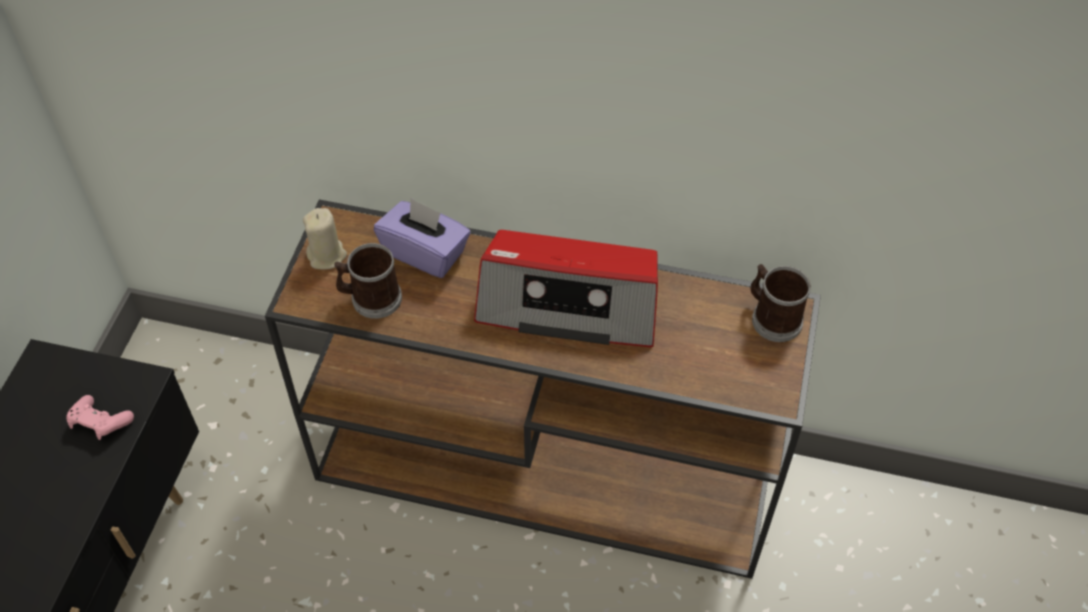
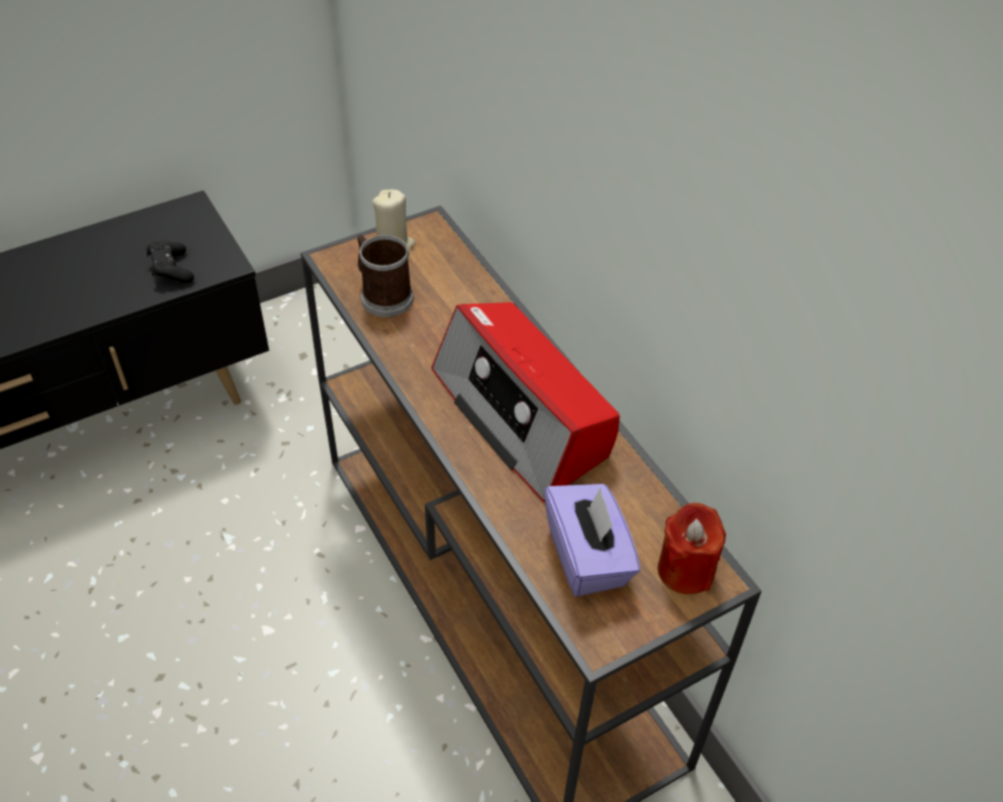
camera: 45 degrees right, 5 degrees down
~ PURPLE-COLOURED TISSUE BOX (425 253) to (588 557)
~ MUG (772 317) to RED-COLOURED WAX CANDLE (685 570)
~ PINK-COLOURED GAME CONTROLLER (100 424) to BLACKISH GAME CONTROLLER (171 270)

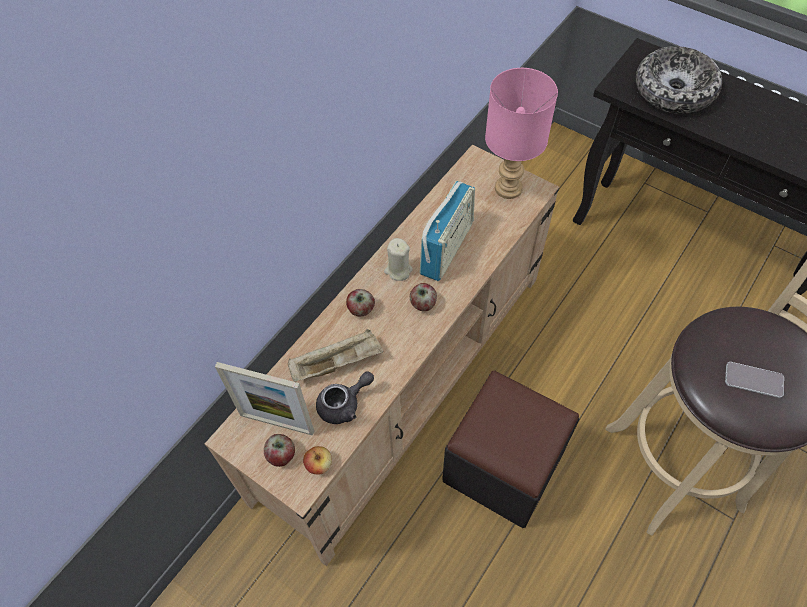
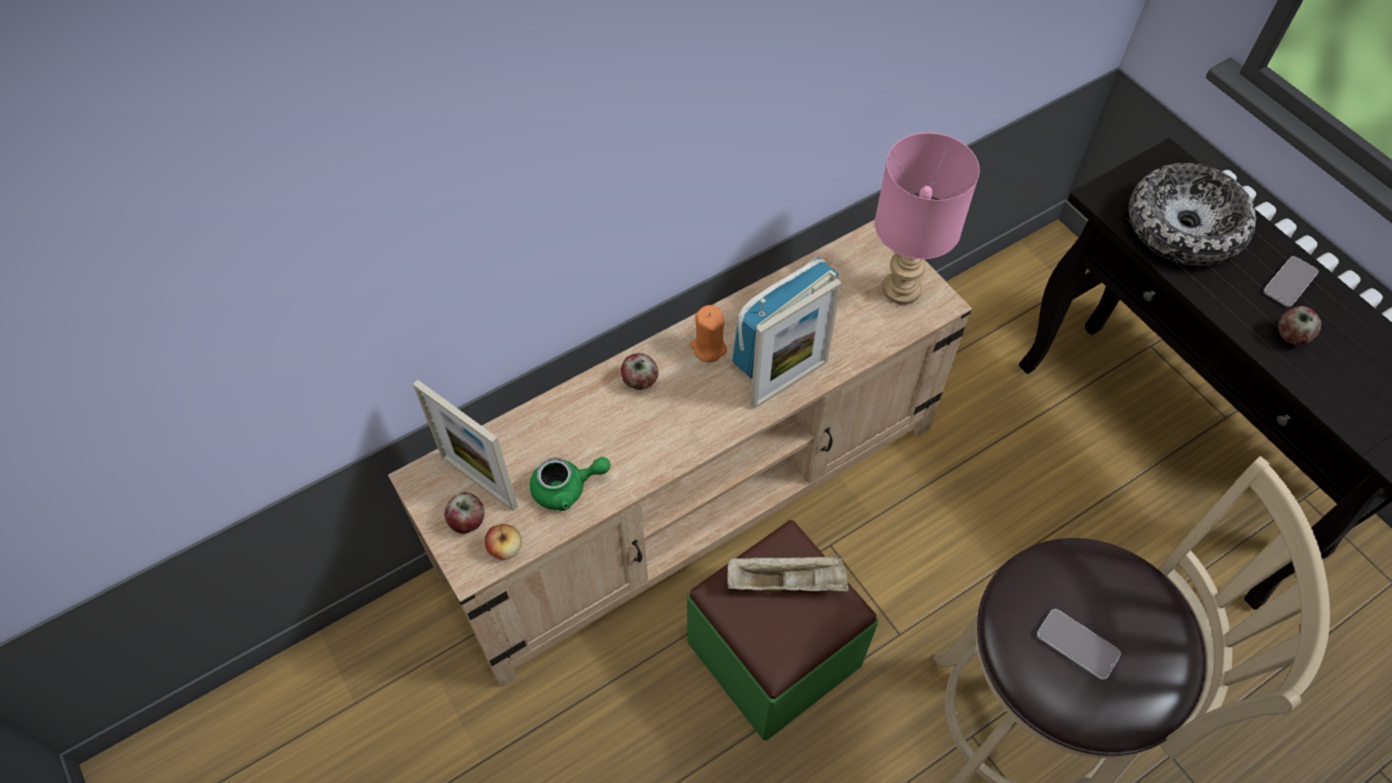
camera: 20 degrees right, 0 degrees up
~ SAND-COLOURED WAX CANDLE (398 270) to ORANGEY WAX CANDLE (708 348)
~ APPLE FRUIT (423 304) to (1291 336)
~ SAND-COLOURED CARRYING TRAY (337 363) to (787 582)
~ BLACKISH OTTOMAN (503 466) to GREEN-COLOURED OTTOMAN (774 653)
~ GREYISH TEA POT (344 404) to GREEN-COLOURED TEA POT (567 488)
+ PHONE (1290 282)
+ STANDING FRAME (789 383)

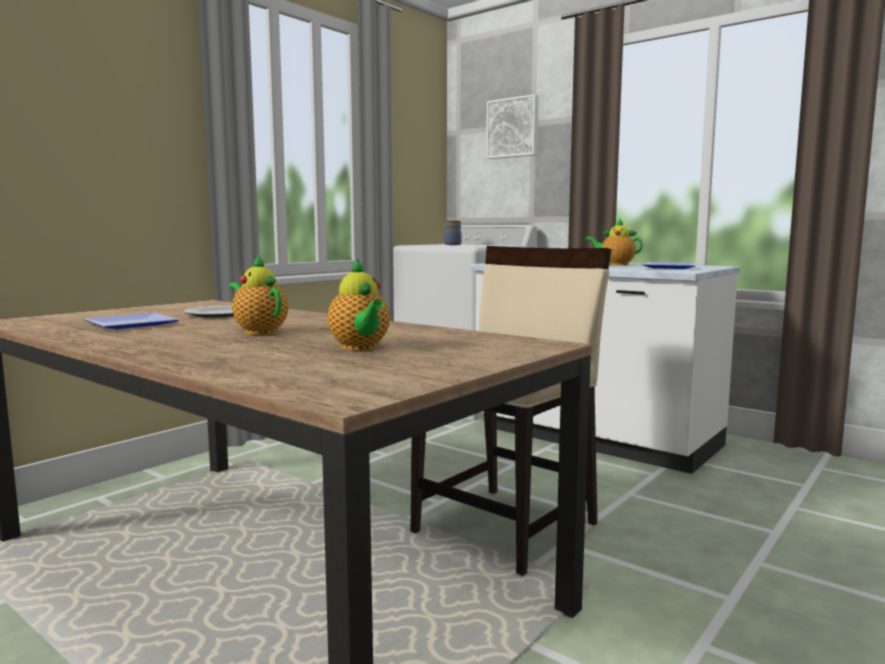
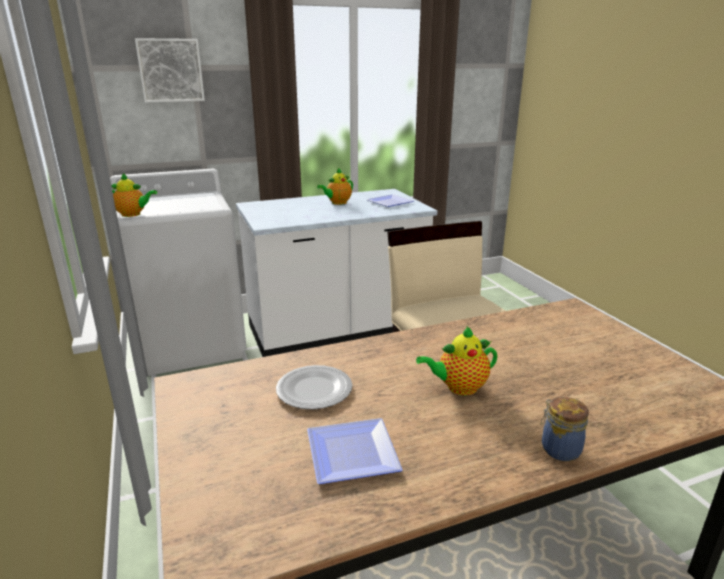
camera: 60 degrees left, 15 degrees up
~ STORAGE JAR (452 244) to (558 448)
~ TEA POT (360 348) to (133 214)

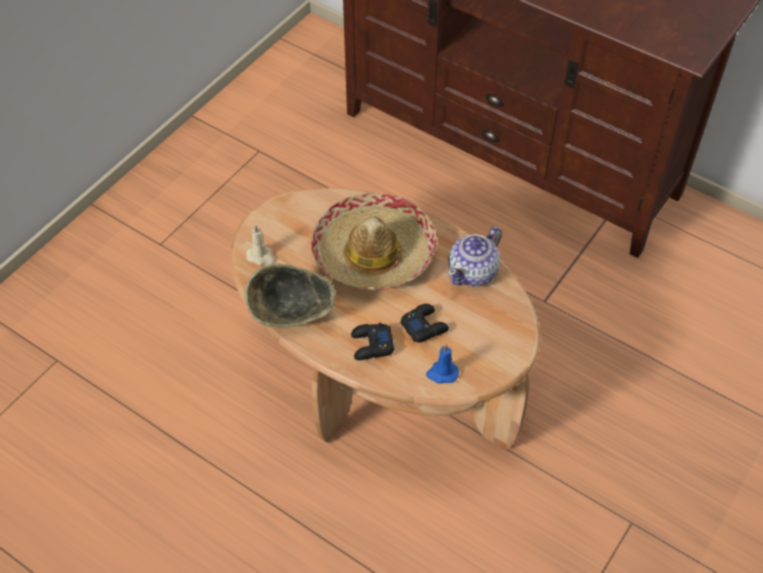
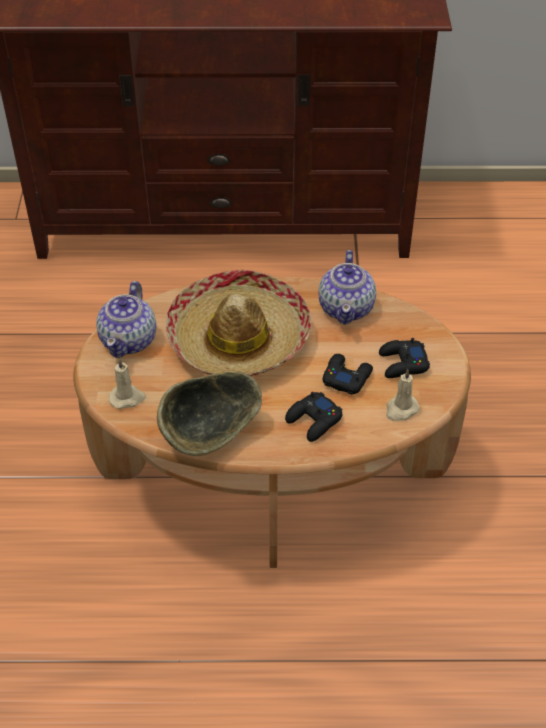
camera: 35 degrees left, 5 degrees down
~ BLUE WAX CANDLE (442 373) to SAND-COLOURED WAX CANDLE (401 409)
+ TEA POT (129 340)
+ BLACKISH GAME CONTROLLER (402 364)

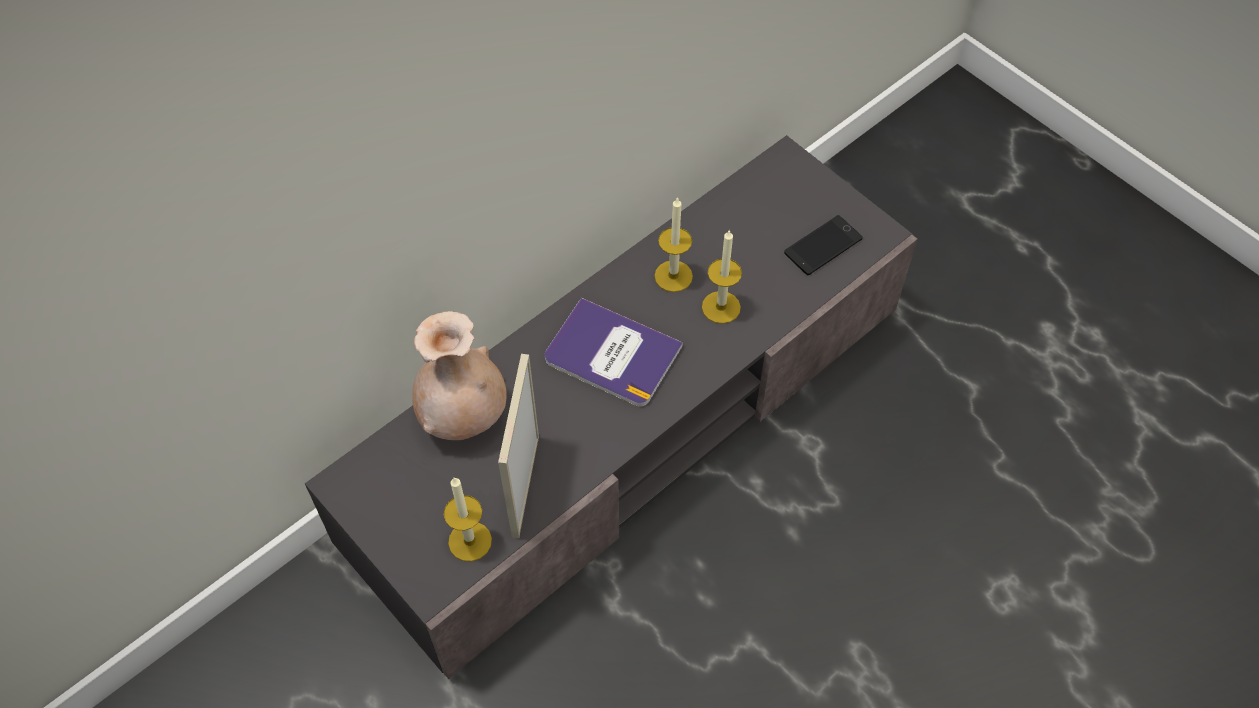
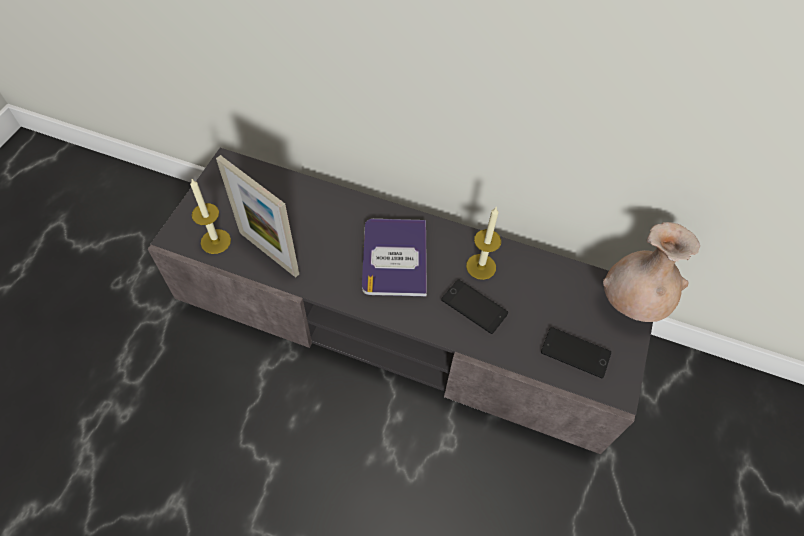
camera: 60 degrees right, 0 degrees up
~ WAX CANDLE (721 307) to PHONE (474 306)
~ SAND-COLOURED FLOWER VASE (463 415) to (631 303)
~ STANDING FRAME (525 486) = (269 253) 120 degrees counterclockwise

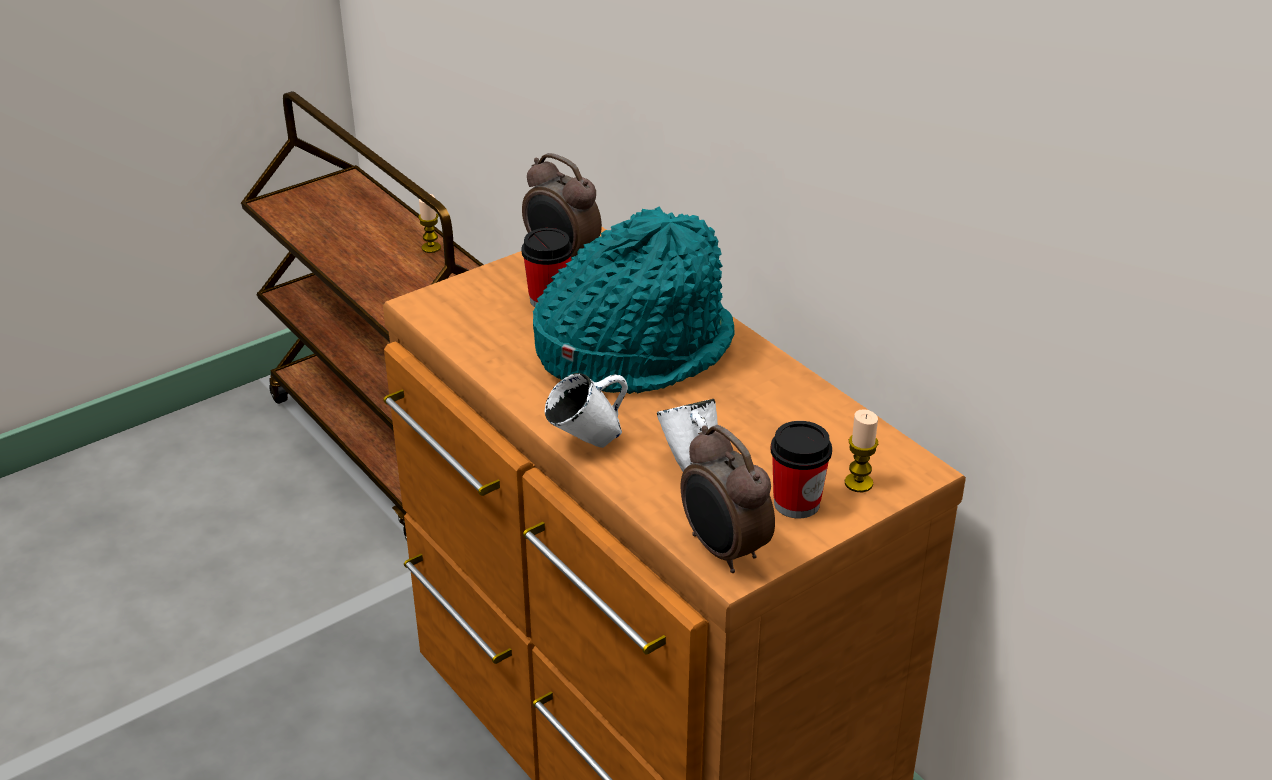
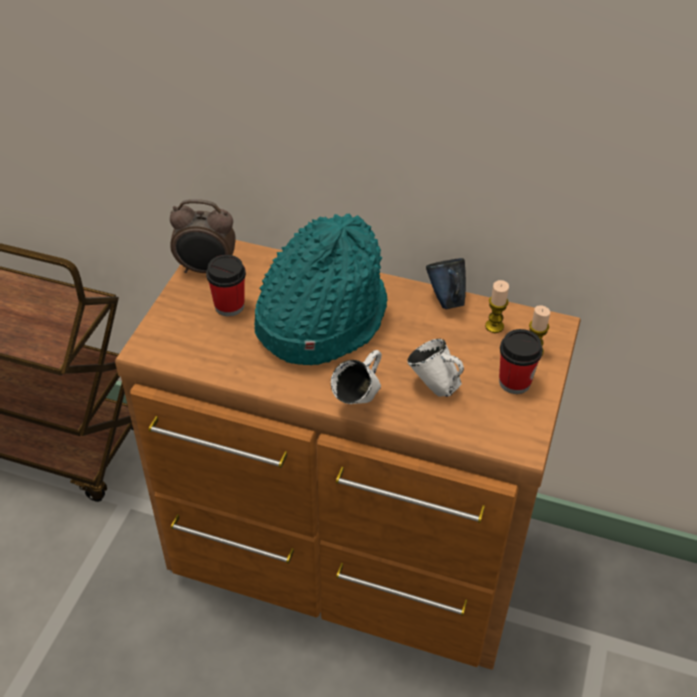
camera: 35 degrees left, 10 degrees up
~ WAX CANDLE (431 248) to (494 326)
- BEDSIDE CLOCK (723 551)
+ BLUE MUG (446 301)

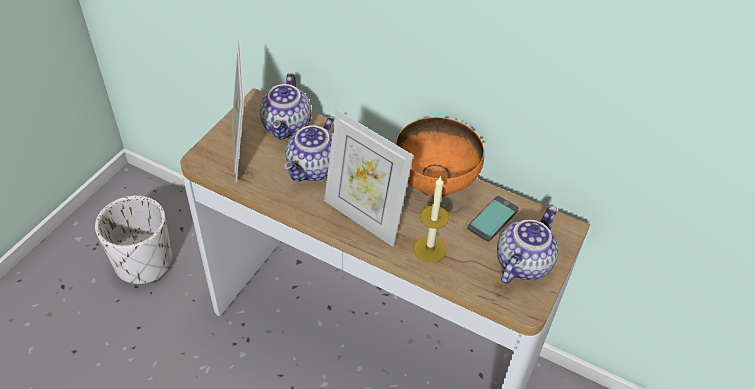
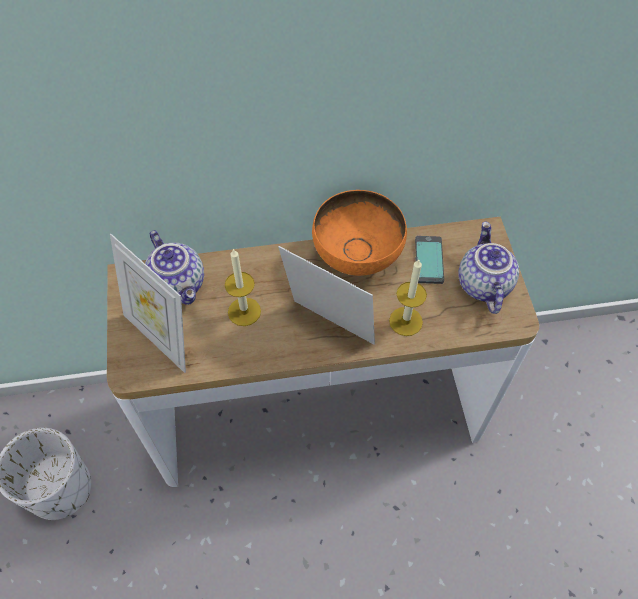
camera: 35 degrees left, 10 degrees up
~ STANDING FRAME (364 217) = (328 329) 150 degrees counterclockwise
~ TEA POT (314 169) to WAX CANDLE (244 311)

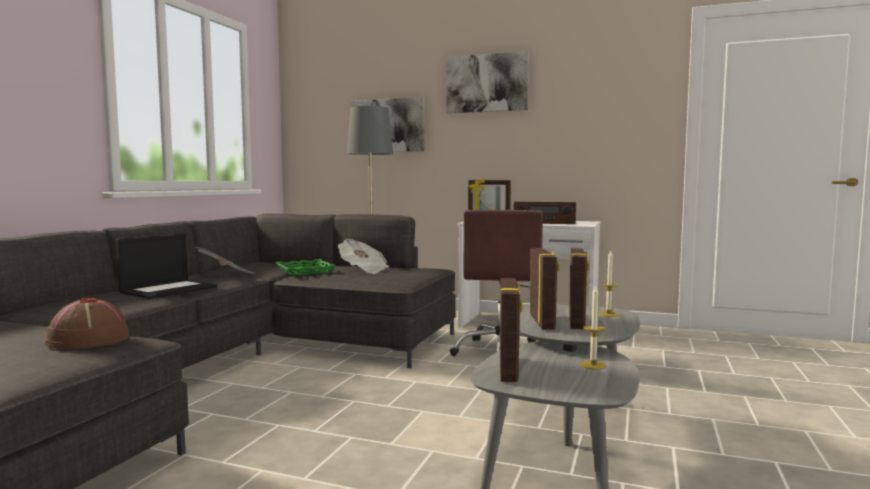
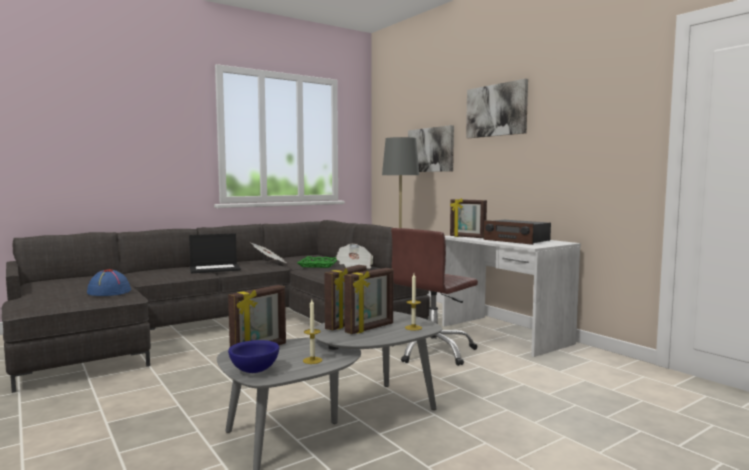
camera: 35 degrees right, 0 degrees up
~ BROWN WEARABLE HAT (88 340) to BLUE WEARABLE HAT (108 292)
+ BLUE DEEP DISH (255 371)

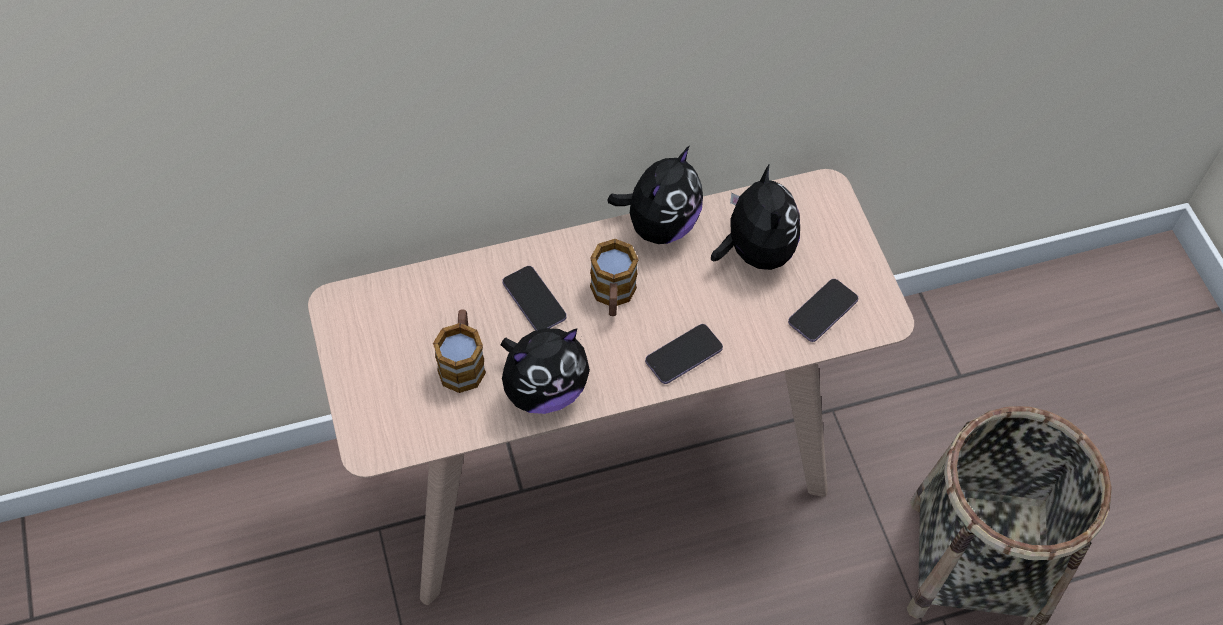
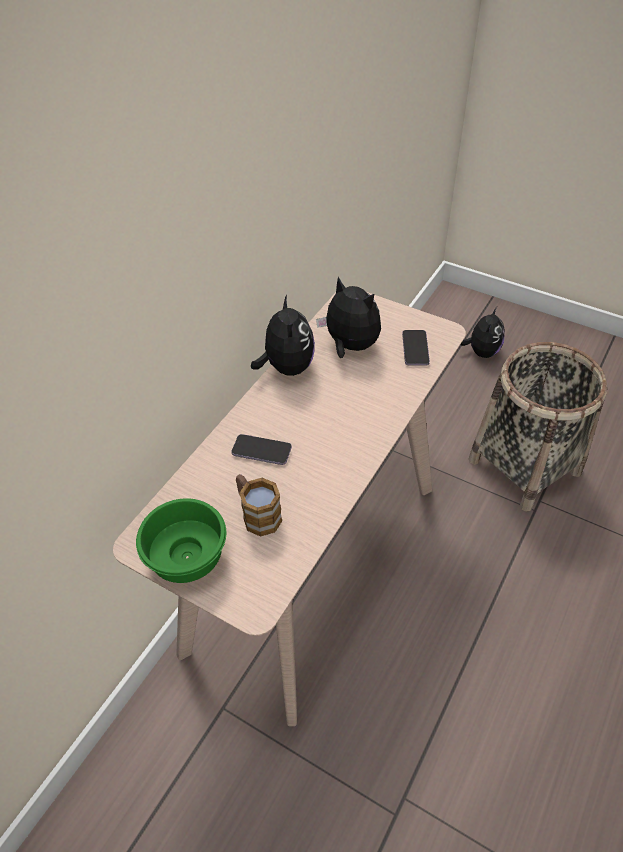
camera: 40 degrees left, 10 degrees down
- MUG (613 296)
- PHONE (683 355)
~ CUDDLY TOY (544 390) to (481 352)
+ GREEN-COLOURED DEEP DISH (190 558)

